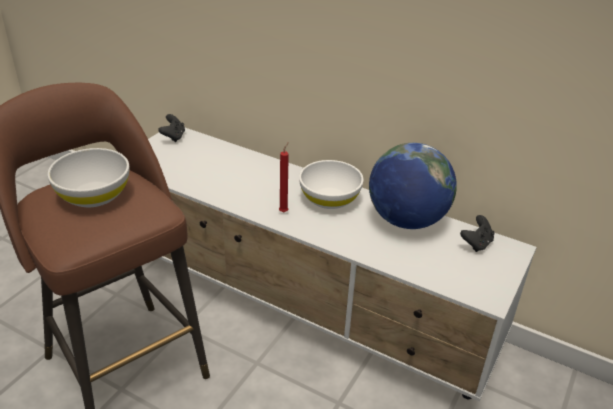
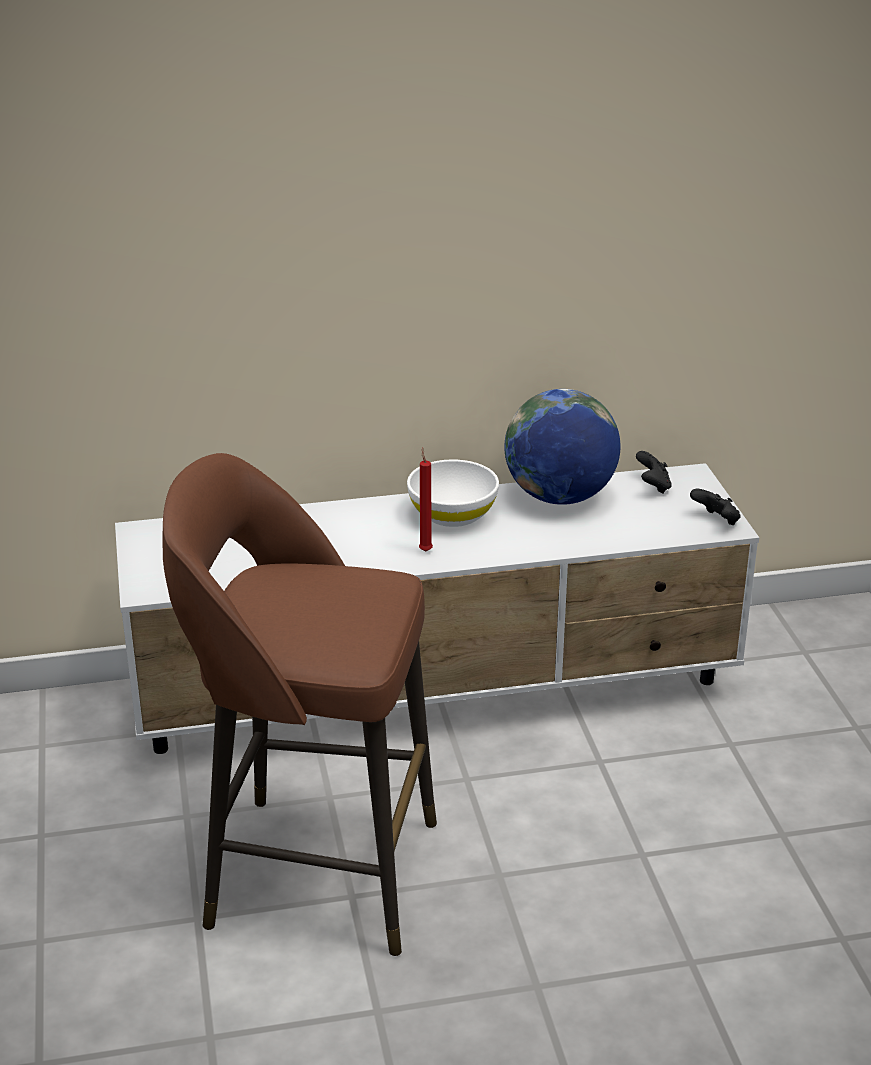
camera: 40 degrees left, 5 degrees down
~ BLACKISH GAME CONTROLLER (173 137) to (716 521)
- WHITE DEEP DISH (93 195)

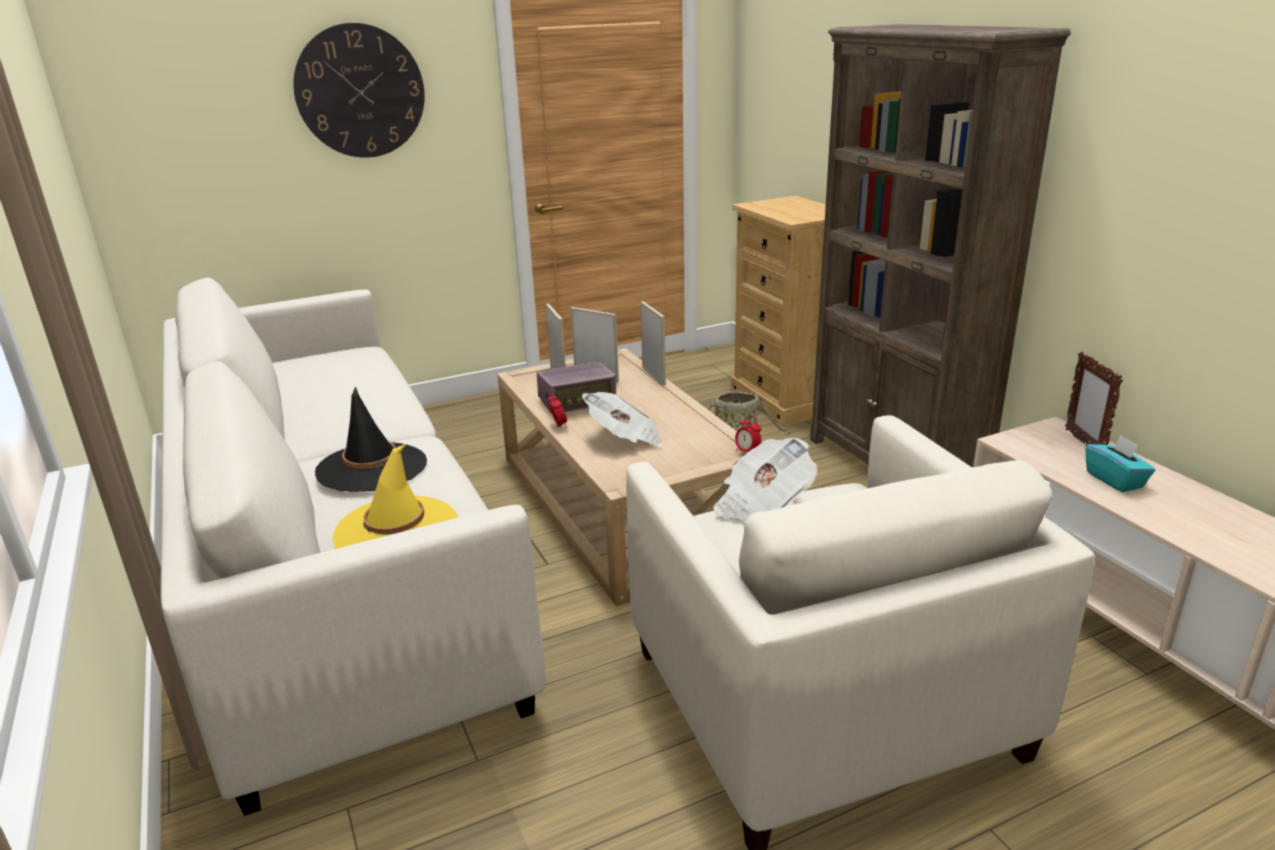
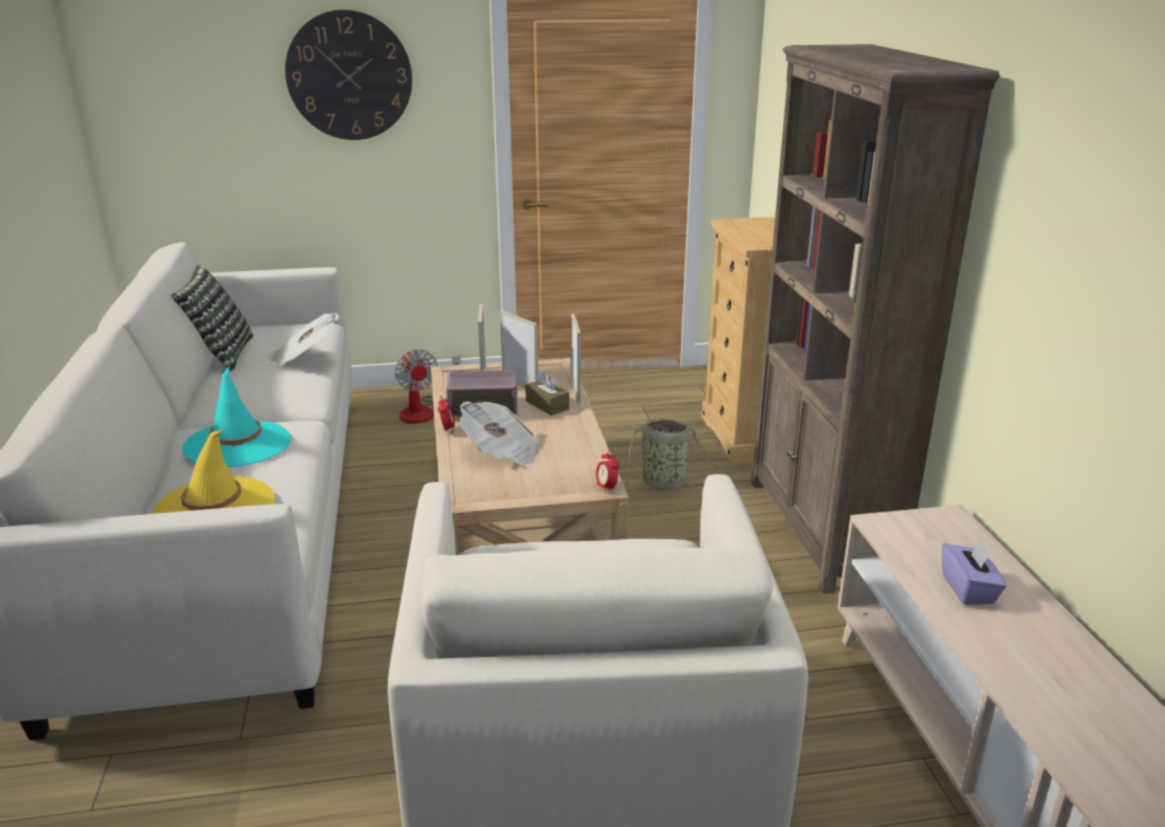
camera: 15 degrees right, 0 degrees up
- STANDING FRAME (1084 443)
~ BLACKISH WEARABLE HAT (372 468) to TURQUOISE-COLOURED WEARABLE HAT (238 444)
~ TURQUOISE-COLOURED TISSUE BOX (1115 480) to PURPLE-COLOURED TISSUE BOX (968 589)
~ PRINTED PAPER (762 504) to (305 357)
+ PILLOW (220 355)
+ ELECTRIC FAN (424 410)
+ BROWN TISSUE BOX (547 405)

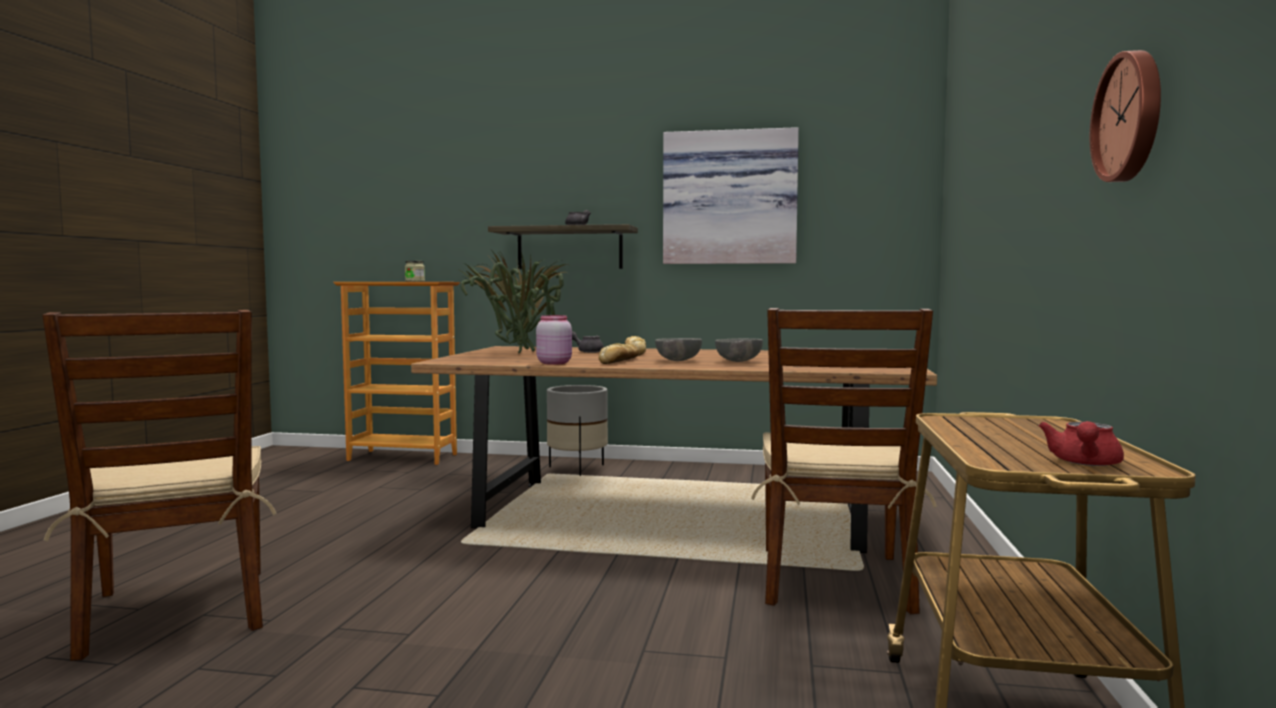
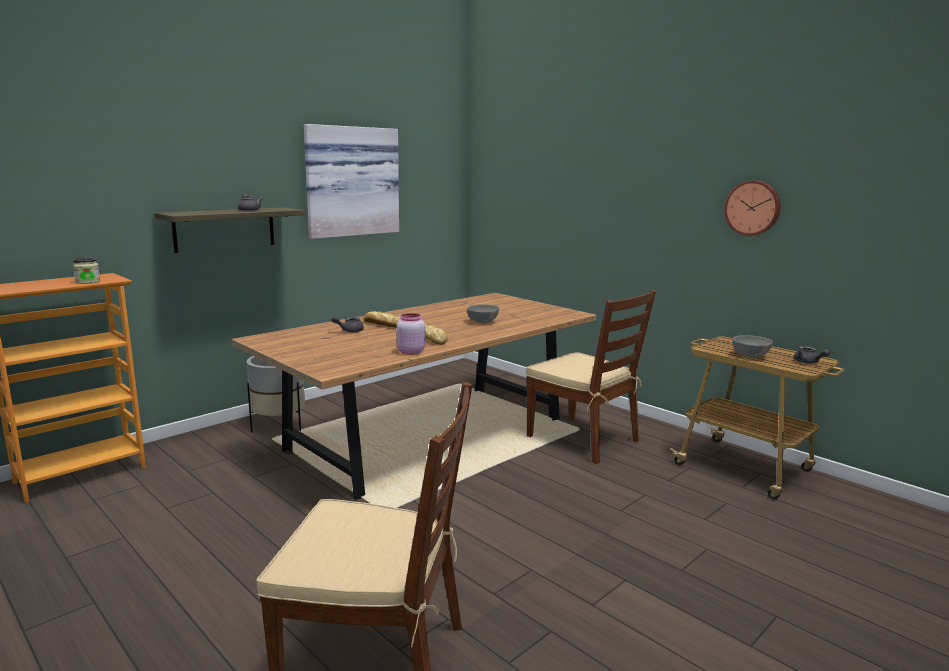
camera: 55 degrees left, 10 degrees up
- HOUSEPLANT (518 352)
~ GREYISH DEEP DISH (677 361) to (751 356)
~ RED-COLOURED TEA POT (1084 463) to GREYISH TEA POT (808 362)

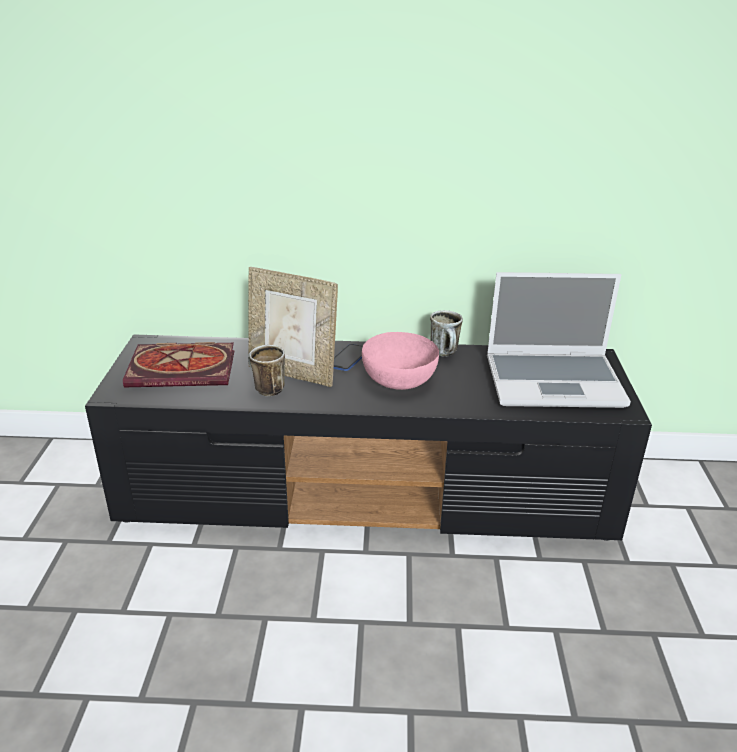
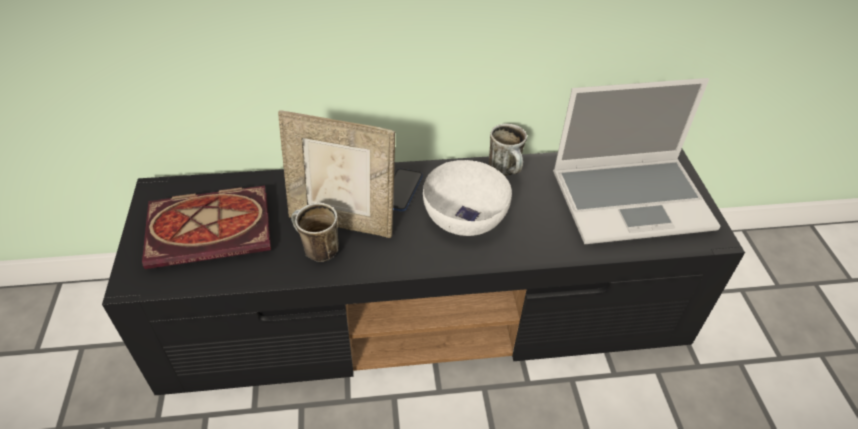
camera: 10 degrees left, 15 degrees up
~ PINK-COLOURED DEEP DISH (398 379) to WHITE DEEP DISH (463 217)

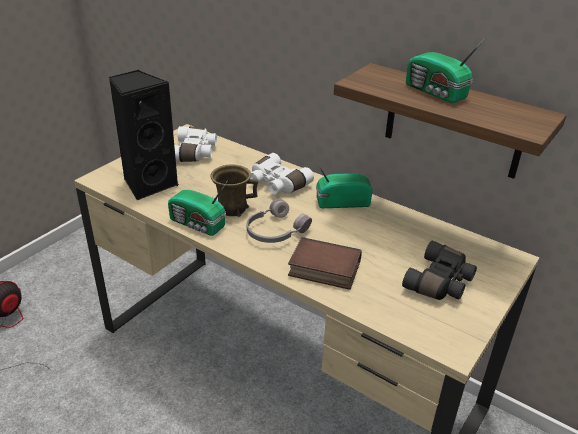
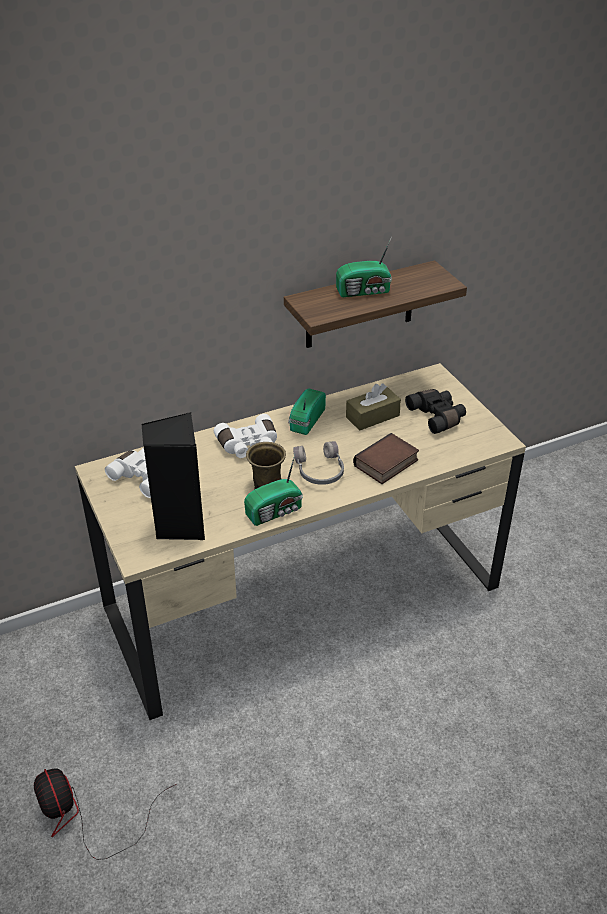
camera: 60 degrees left, 5 degrees up
+ BROWN TISSUE BOX (372 416)

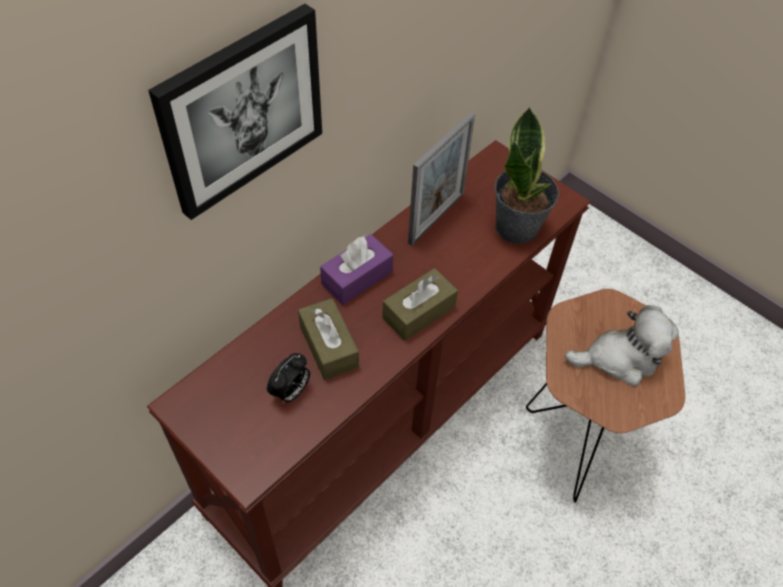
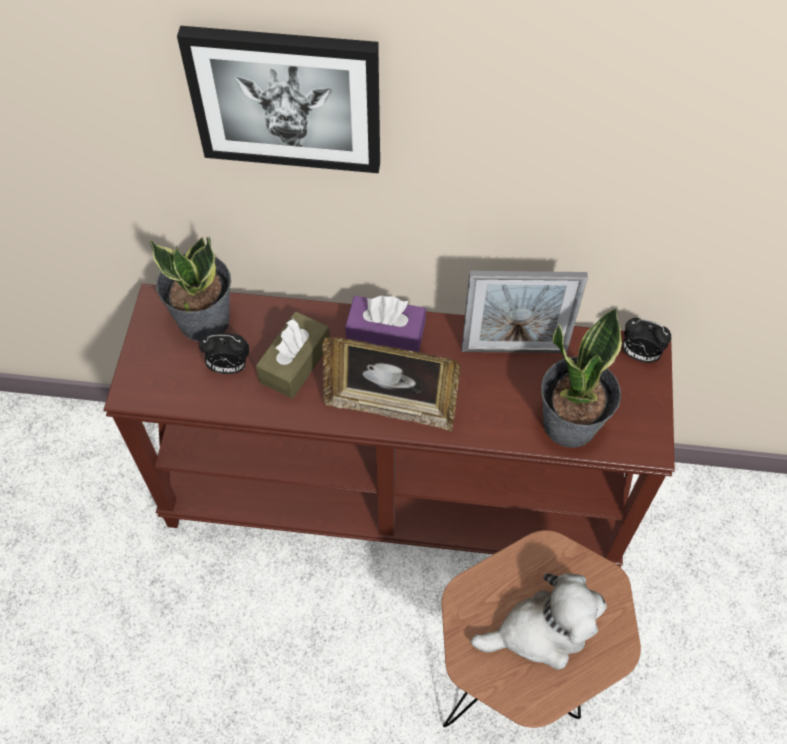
camera: 55 degrees right, 5 degrees up
~ BROWN TISSUE BOX (419 312) to STANDING FRAME (390 406)
~ CUDDLY TOY (620 358) = (541 631) 60 degrees counterclockwise
+ HOUSEPLANT (204 319)
+ BEDSIDE CLOCK (639 354)

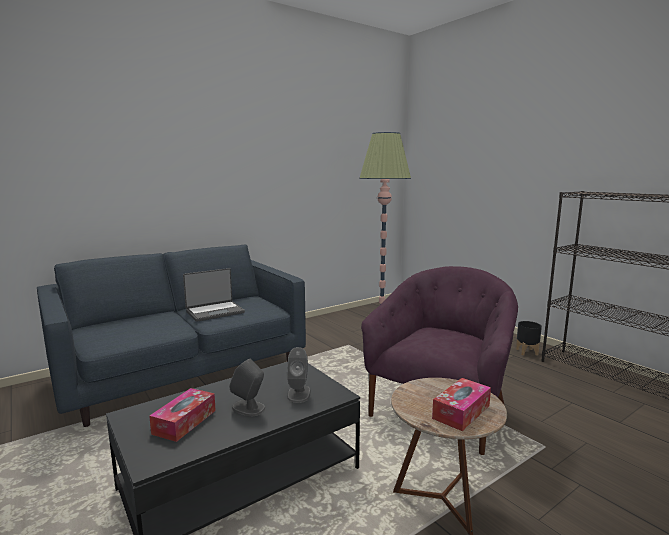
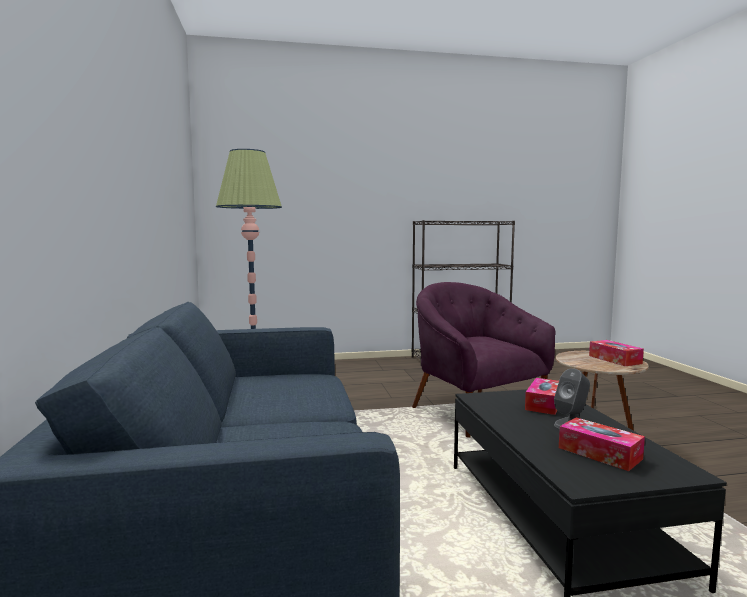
camera: 65 degrees left, 5 degrees down
- LAPTOP (214 312)
- BLACKISH FLOWER POT (527 352)
~ GREYISH LOUDSPEAKER (299 394) to TISSUE BOX (544 404)

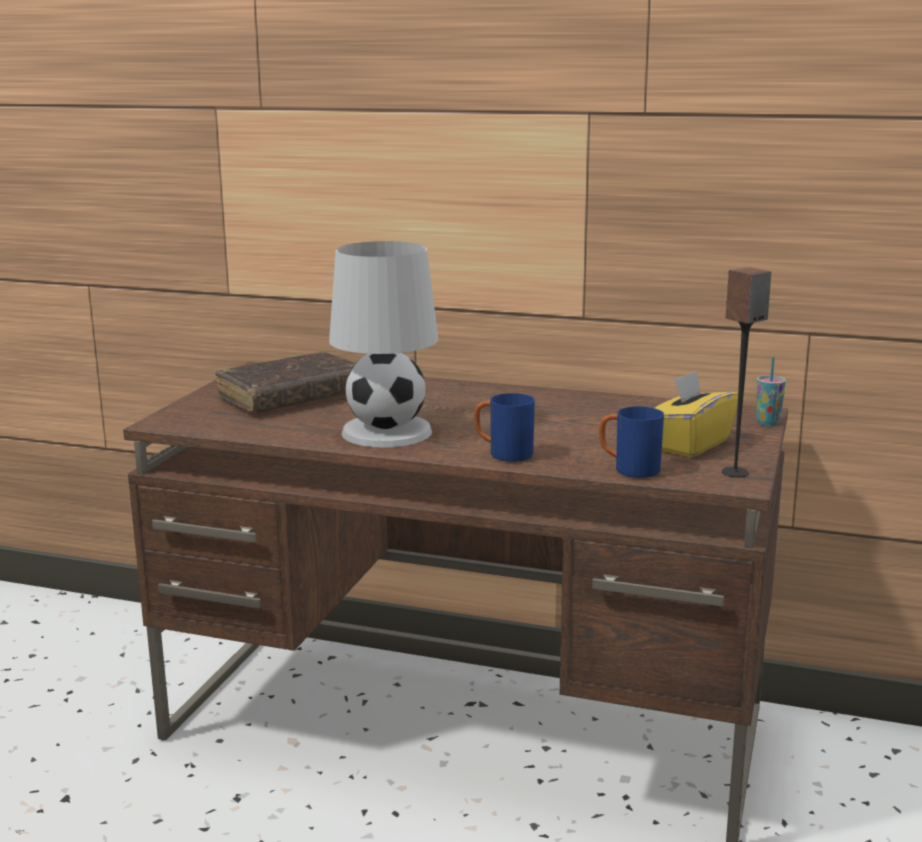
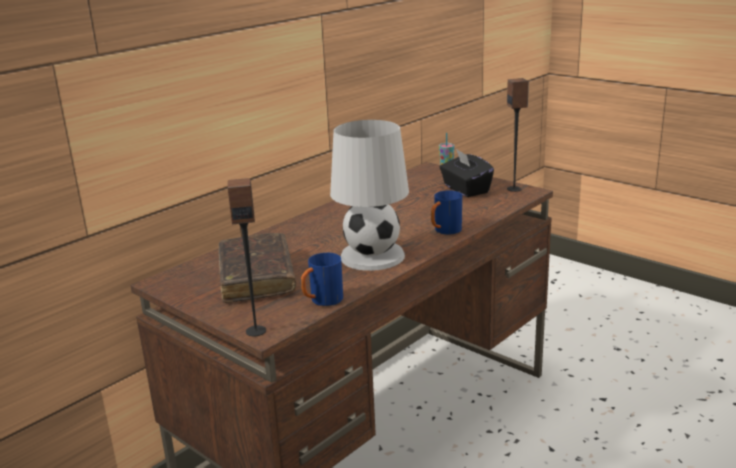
camera: 65 degrees left, 5 degrees up
~ YELLOW-COLOURED TISSUE BOX (689 444) to BLACKISH TISSUE BOX (465 189)
~ BLUE MUG (628 469) to (322 301)
+ LOUDSPEAKER (256 331)

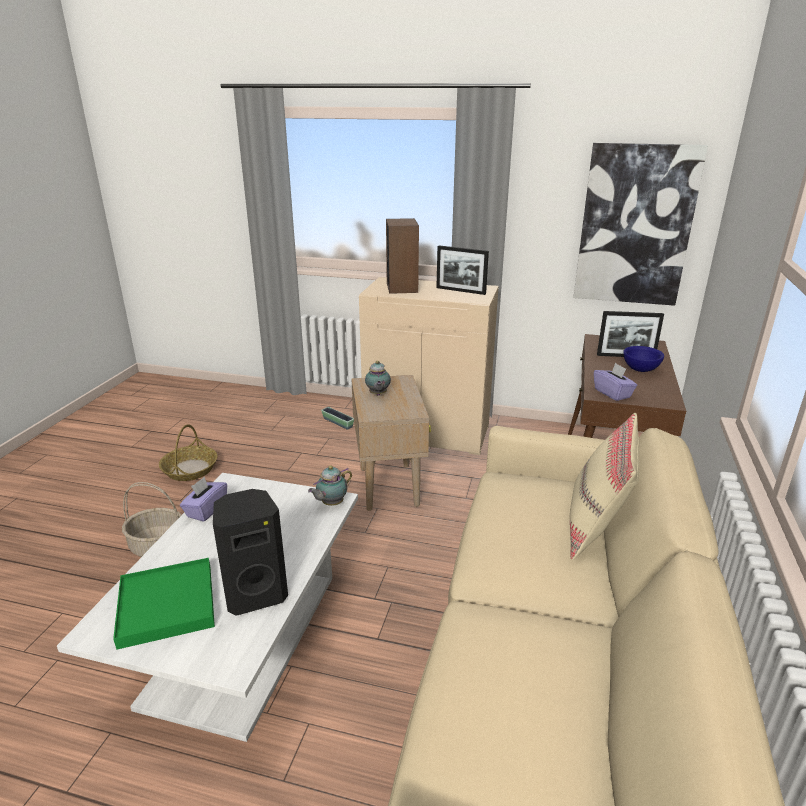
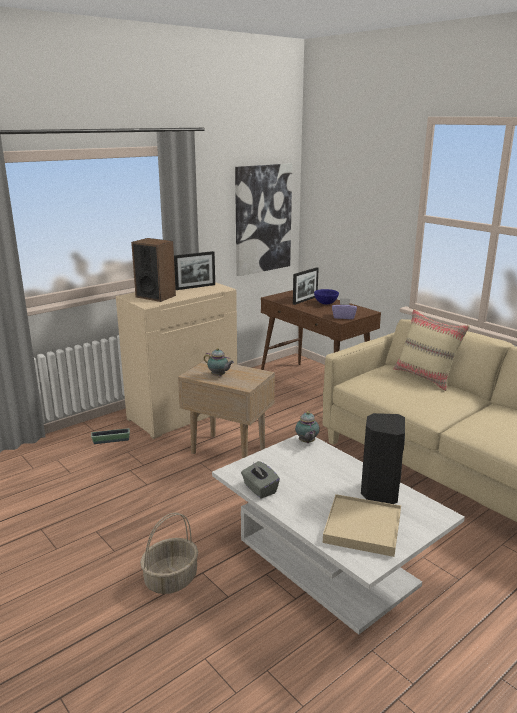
camera: 55 degrees left, 5 degrees down
- BASKET (190 469)
~ PURPLE-COLOURED TISSUE BOX (206 510) to GREYISH TISSUE BOX (259 489)
~ GREEN-COLOURED CARRYING TRAY (166 605) to SAND-COLOURED CARRYING TRAY (362 528)

